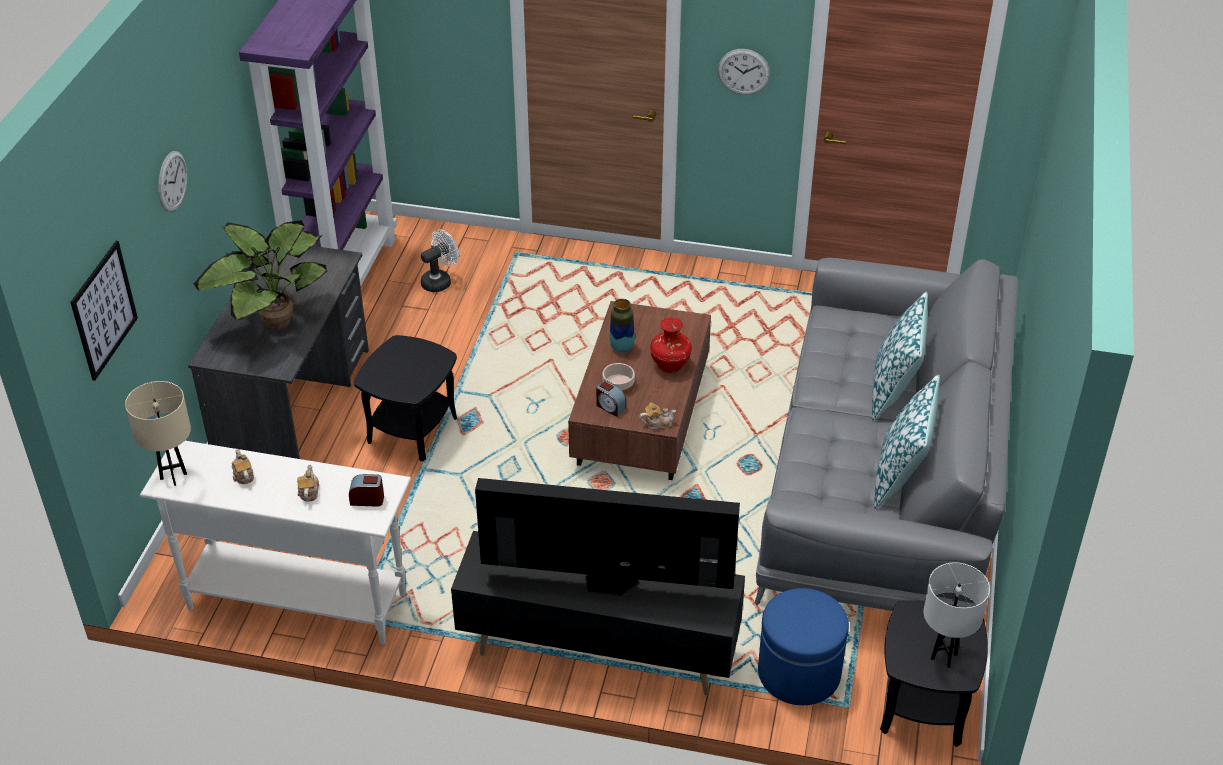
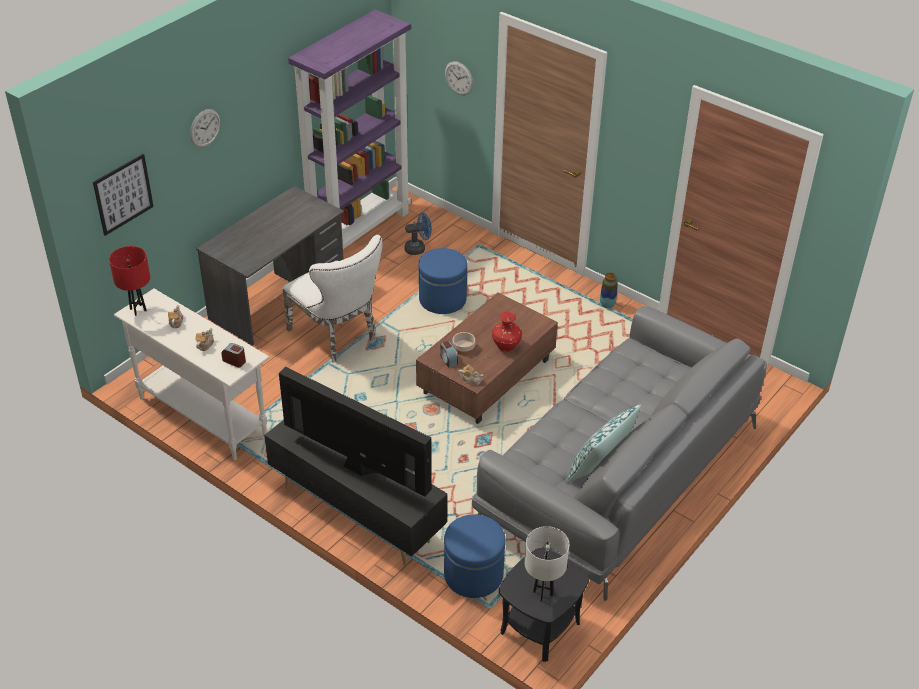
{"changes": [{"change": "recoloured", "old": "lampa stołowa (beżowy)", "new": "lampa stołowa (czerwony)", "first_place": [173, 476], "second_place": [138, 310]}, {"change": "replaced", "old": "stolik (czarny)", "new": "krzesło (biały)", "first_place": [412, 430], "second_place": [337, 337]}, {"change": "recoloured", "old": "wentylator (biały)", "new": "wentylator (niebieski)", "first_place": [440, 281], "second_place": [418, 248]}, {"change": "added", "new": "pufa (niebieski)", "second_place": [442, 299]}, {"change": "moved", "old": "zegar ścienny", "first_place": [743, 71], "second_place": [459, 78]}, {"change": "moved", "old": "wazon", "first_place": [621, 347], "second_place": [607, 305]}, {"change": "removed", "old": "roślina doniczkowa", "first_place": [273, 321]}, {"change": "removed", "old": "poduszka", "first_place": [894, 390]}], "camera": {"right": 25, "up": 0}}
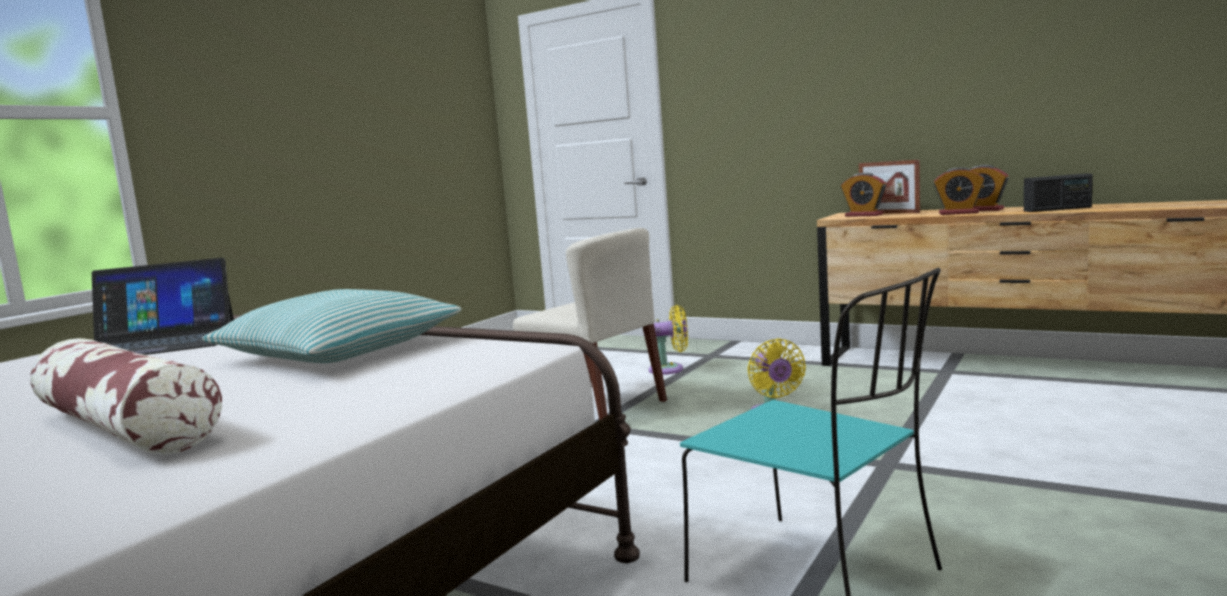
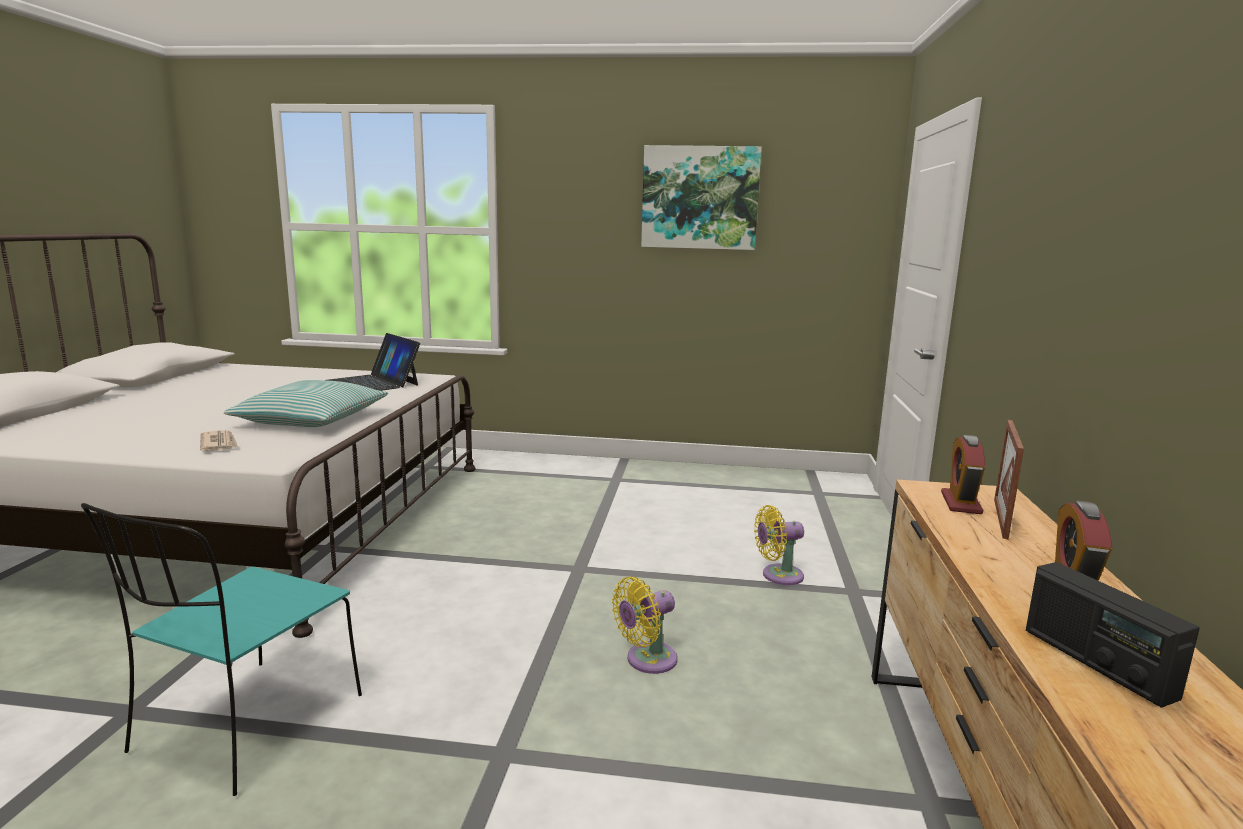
{"changes": [{"change": "added", "new": "gazeta", "second_place": [219, 444]}, {"change": "added", "new": "obraz", "second_place": [700, 198]}, {"change": "turned", "old": "wentylator (żółty)", "first_place": [670, 369], "second_place": [778, 575], "degrees": 105}, {"change": "removed", "old": "poduszka", "first_place": [126, 427]}, {"change": "removed", "old": "krzesło (beżowy)", "first_place": [597, 405]}, {"change": "removed", "old": "budzik", "first_place": [958, 213]}], "camera": {"right": 65, "up": 5}}
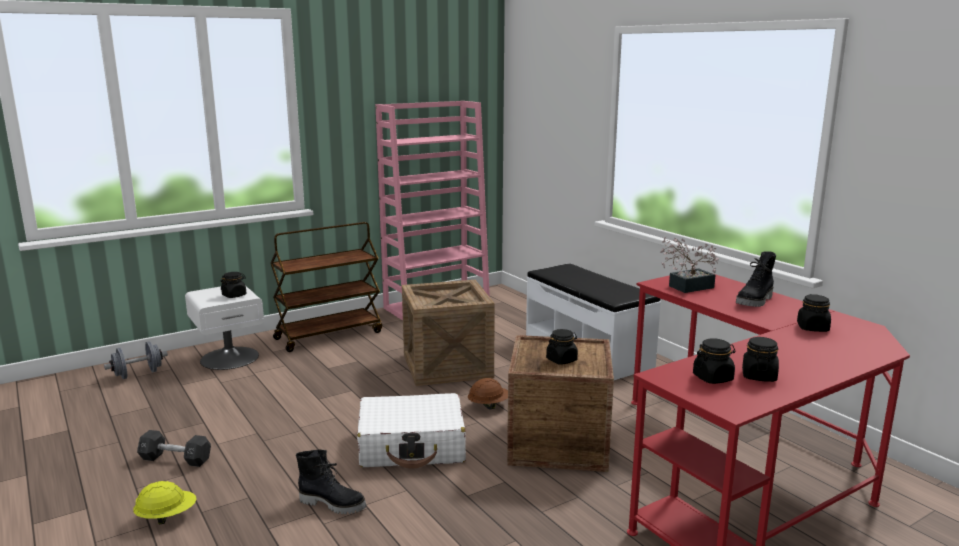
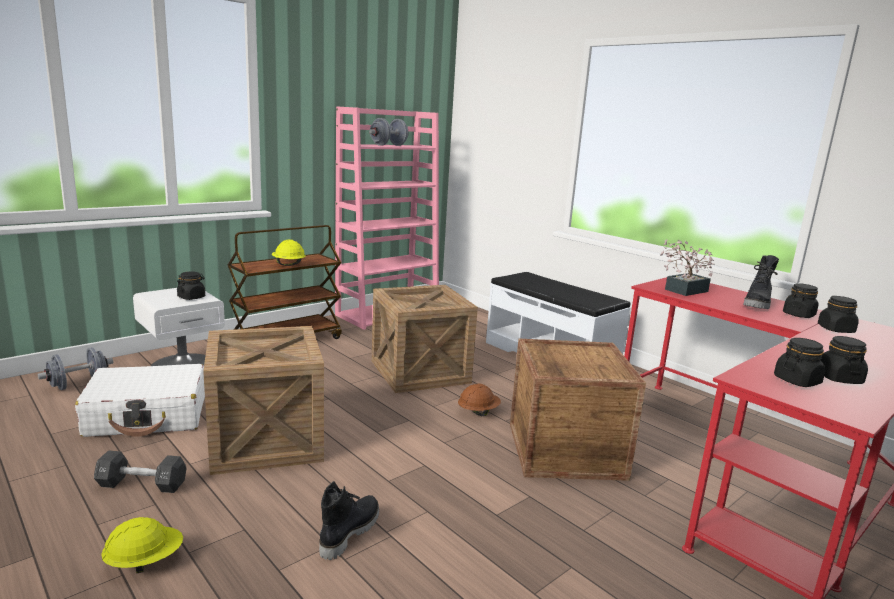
{"changes": [{"change": "moved", "old": "walizka (biały)", "first_place": [412, 446], "second_place": [148, 415]}, {"change": "added", "new": "skrzynka", "second_place": [266, 440]}, {"change": "added", "new": "kask (żółty)", "second_place": [288, 264]}, {"change": "turned", "old": "but z cholewką (czarny)", "first_place": [333, 504], "second_place": [349, 532], "degrees": -75}, {"change": "added", "new": "hantel (szary)", "second_place": [388, 145]}, {"change": "moved", "old": "słoik (czarny)", "first_place": [561, 360], "second_place": [798, 315]}], "camera": {"right": -10, "up": 0}}
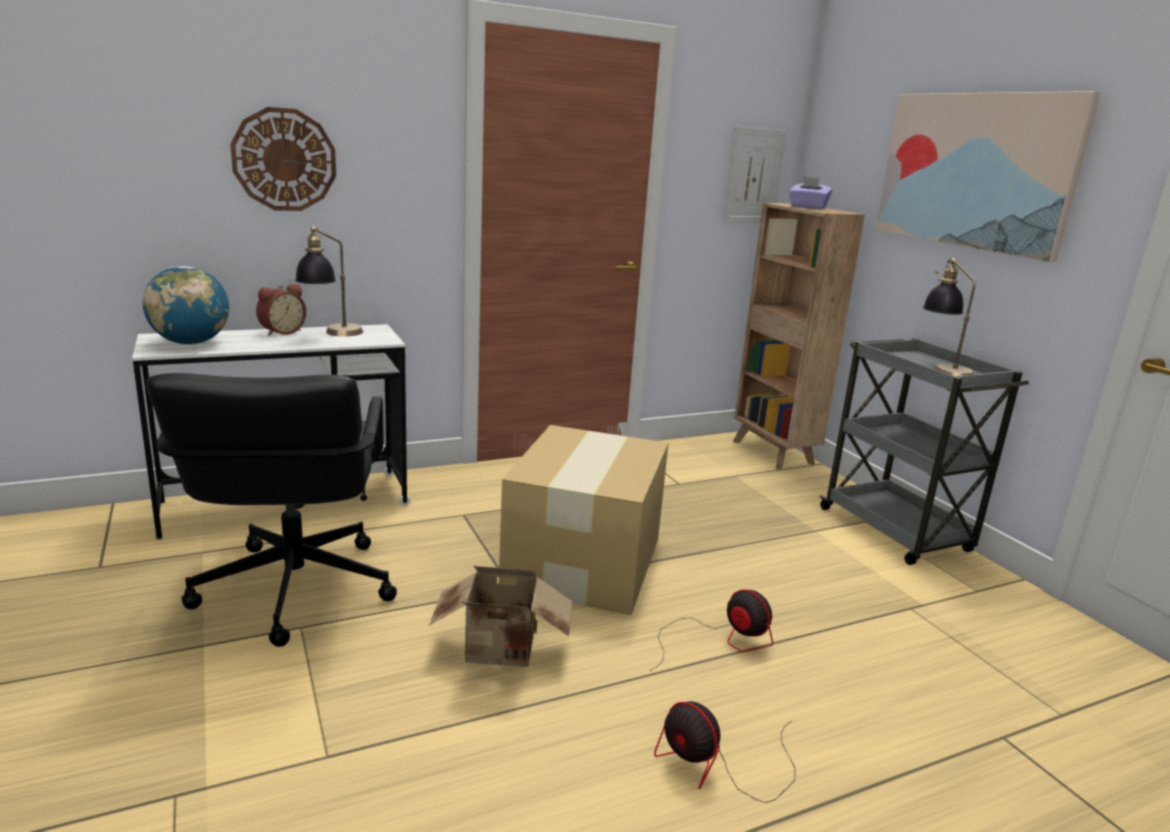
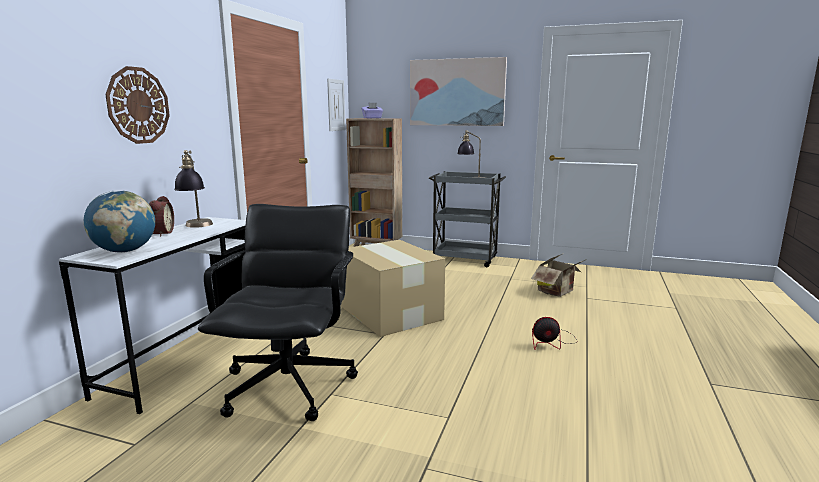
{"changes": [{"change": "turned", "old": "krzesło biurowe (czarny)", "first_place": [293, 589], "second_place": [290, 385], "degrees": -120}, {"change": "moved", "old": "karton", "first_place": [502, 652], "second_place": [558, 292]}, {"change": "removed", "old": "wentylator", "first_place": [719, 640]}], "camera": {"right": -45, "up": -5}}
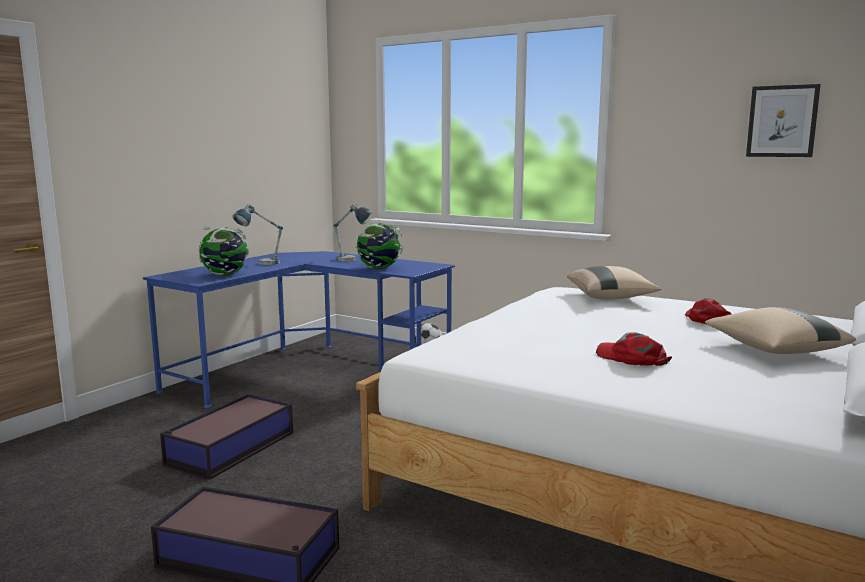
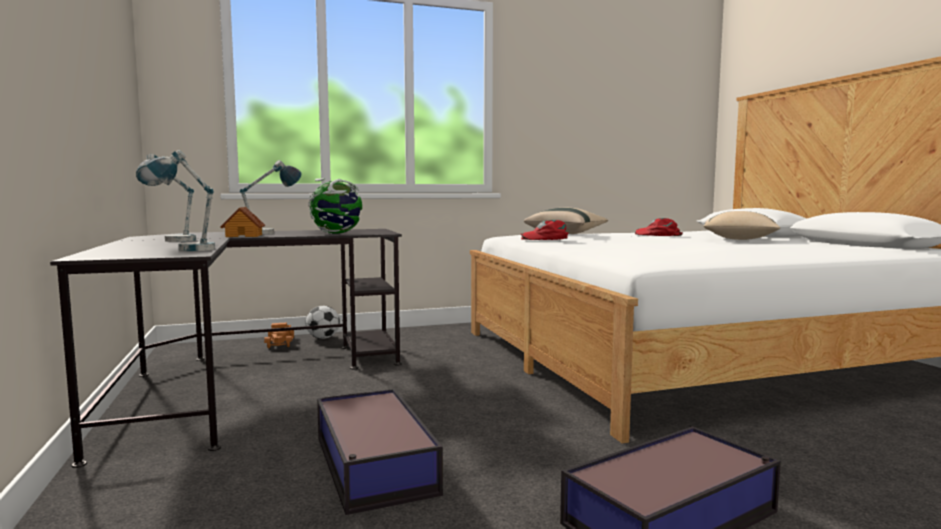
{"changes": [{"change": "recoloured", "old": "biurko (niebieski)", "new": "biurko (czarny)", "first_place": [309, 370], "second_place": [243, 381]}, {"change": "replaced", "old": "globus", "new": "lampa stołowa", "first_place": [225, 275], "second_place": [185, 249]}, {"change": "added", "new": "domek", "second_place": [244, 236]}, {"change": "added", "new": "ciężarówka zabawkowa", "second_place": [281, 342]}, {"change": "moved", "old": "czapka z daszkiem (czerwony)", "first_place": [631, 358], "second_place": [545, 238]}, {"change": "removed", "old": "obraz", "first_place": [782, 121]}], "camera": {"right": -50, "up": -5}}
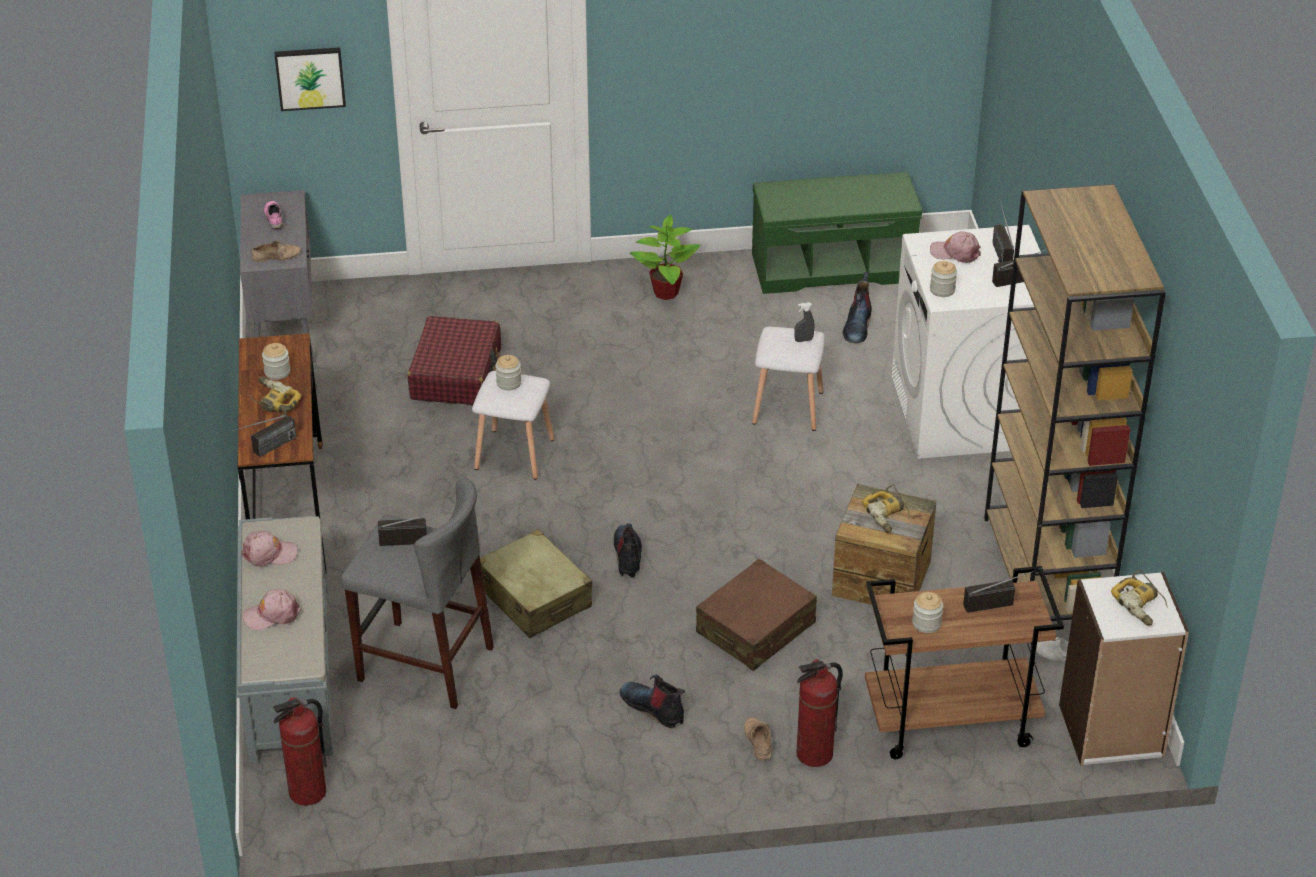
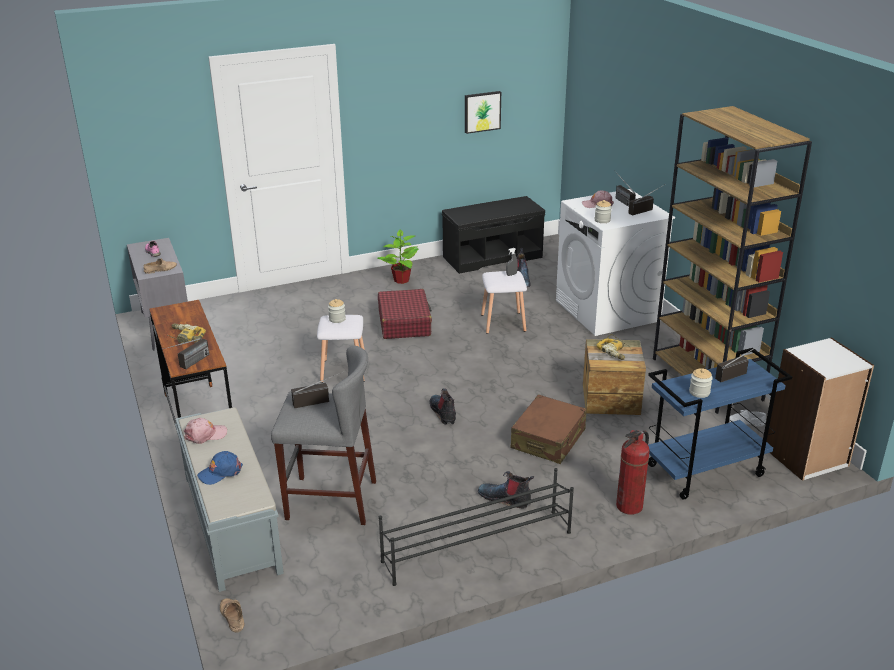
{"changes": [{"change": "recoloured", "old": "czapka z daszkiem (różowy)", "new": "czapka z daszkiem (niebieski)", "first_place": [272, 615], "second_place": [220, 472]}, {"change": "moved", "old": "but (beżowy)", "first_place": [757, 741], "second_place": [231, 617]}, {"change": "moved", "old": "walizka (czerwony)", "first_place": [456, 374], "second_place": [404, 323]}, {"change": "added", "new": "regał na buty (czarny)", "second_place": [476, 546]}, {"change": "recoloured", "old": "ławka (zielony)", "new": "ławka (czarny)", "first_place": [833, 266], "second_place": [493, 256]}, {"change": "moved", "old": "obraz", "first_place": [310, 77], "second_place": [482, 111]}, {"change": "recoloured", "old": "wózek (brązowy)", "new": "wózek (niebieski)", "first_place": [949, 723], "second_place": [704, 471]}, {"change": "removed", "old": "słoik", "first_place": [277, 372]}, {"change": "removed", "old": "gaśnica", "first_place": [307, 792]}, {"change": "removed", "old": "walizka (beżowy)", "first_place": [534, 597]}, {"change": "removed", "old": "wiertarka", "first_place": [1141, 604]}], "camera": {"right": -15, "up": -10}}
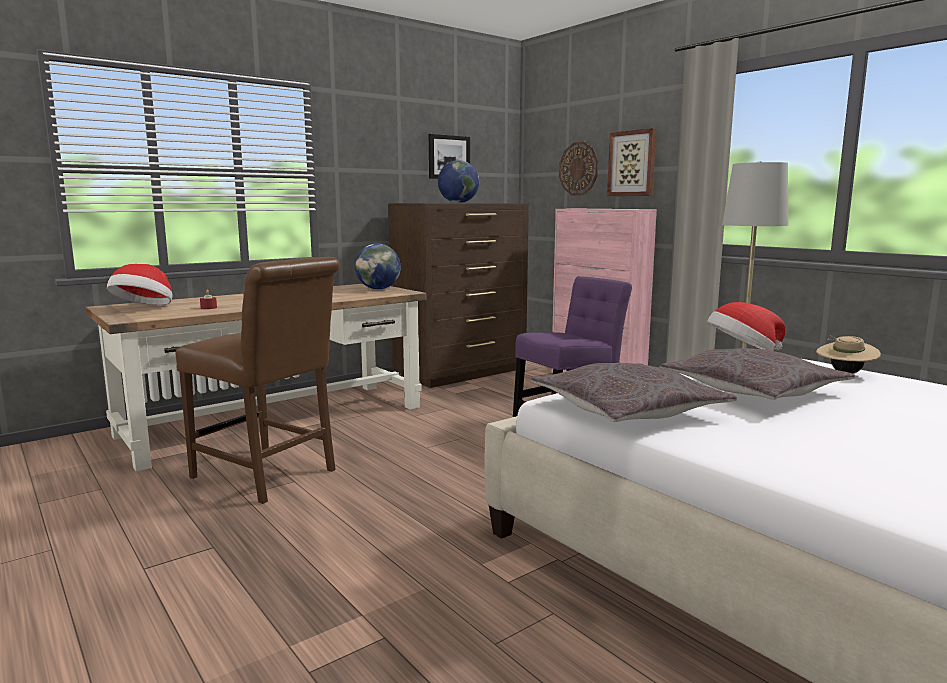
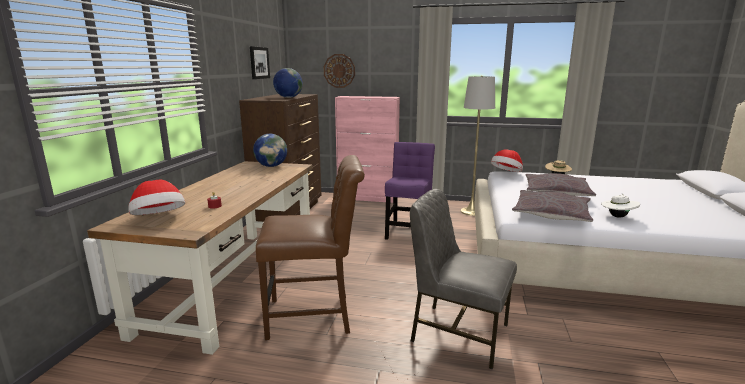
{"changes": [{"change": "added", "new": "krzesło (szary)", "second_place": [458, 333]}, {"change": "added", "new": "kapelusz (biały)", "second_place": [617, 216]}, {"change": "removed", "old": "obraz", "first_place": [632, 163]}], "camera": {"right": -40, "up": 5}}
